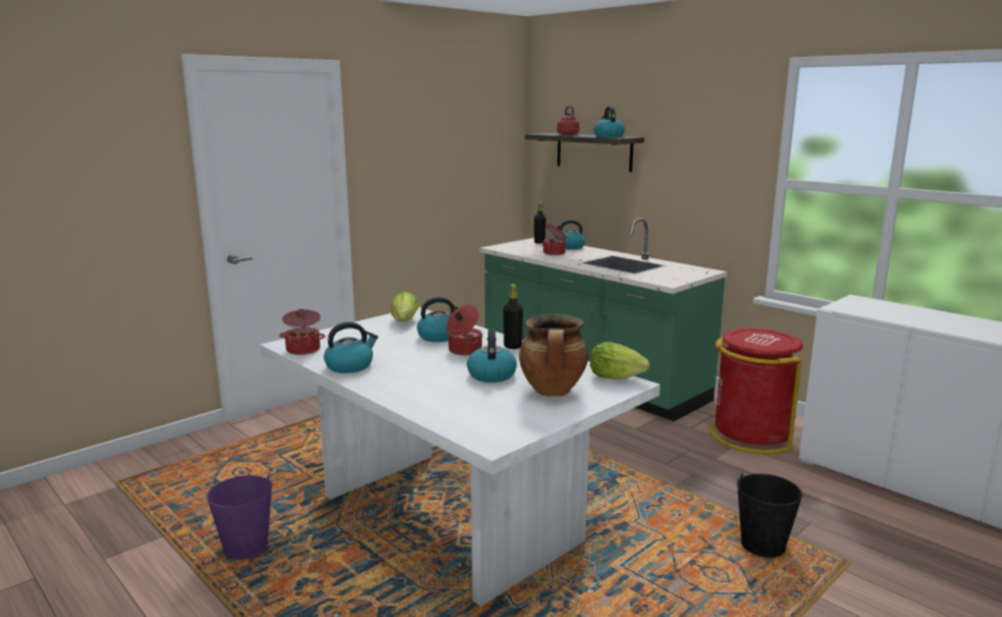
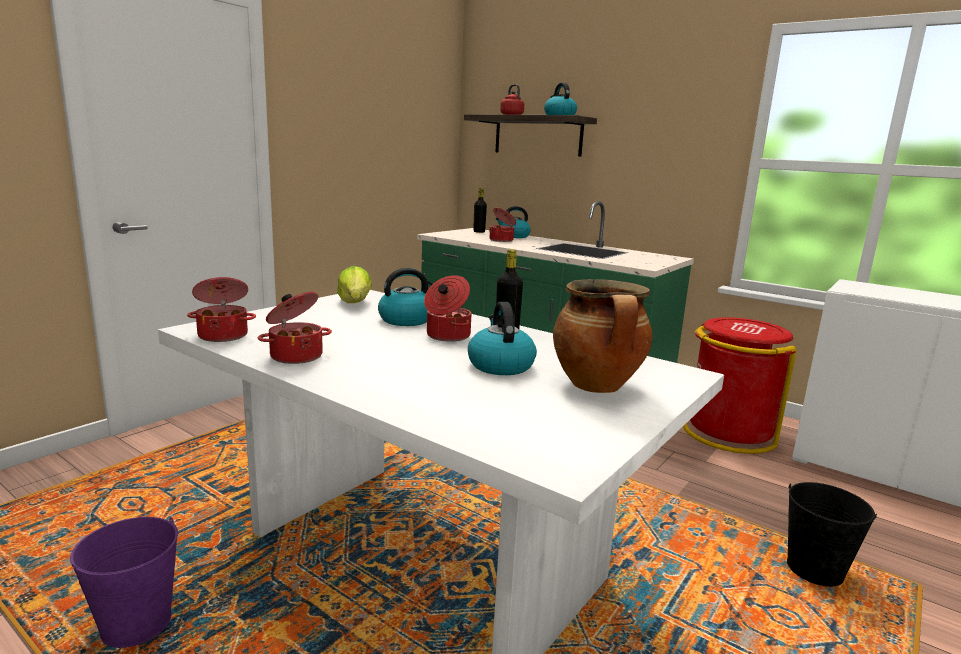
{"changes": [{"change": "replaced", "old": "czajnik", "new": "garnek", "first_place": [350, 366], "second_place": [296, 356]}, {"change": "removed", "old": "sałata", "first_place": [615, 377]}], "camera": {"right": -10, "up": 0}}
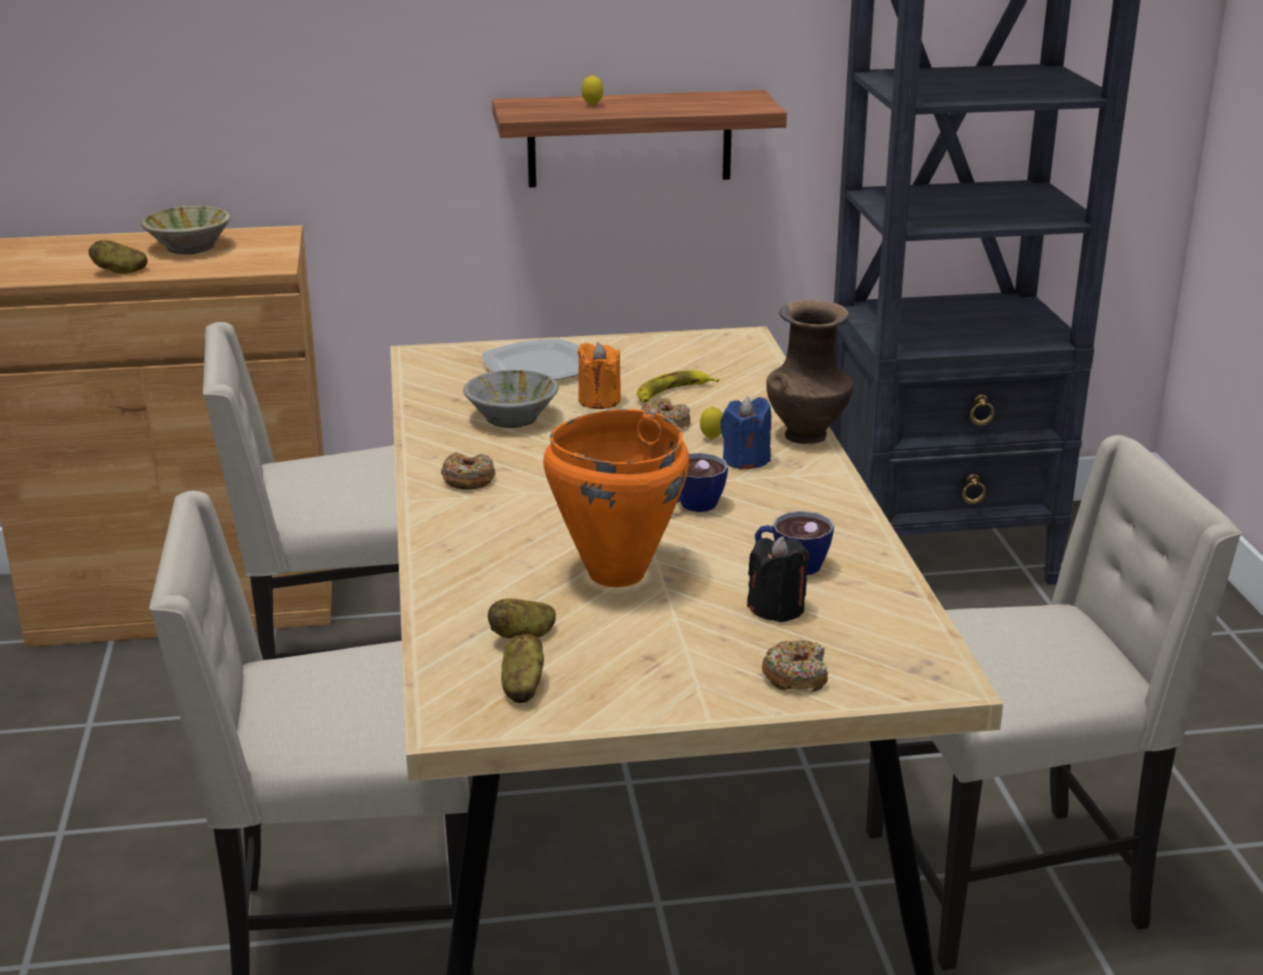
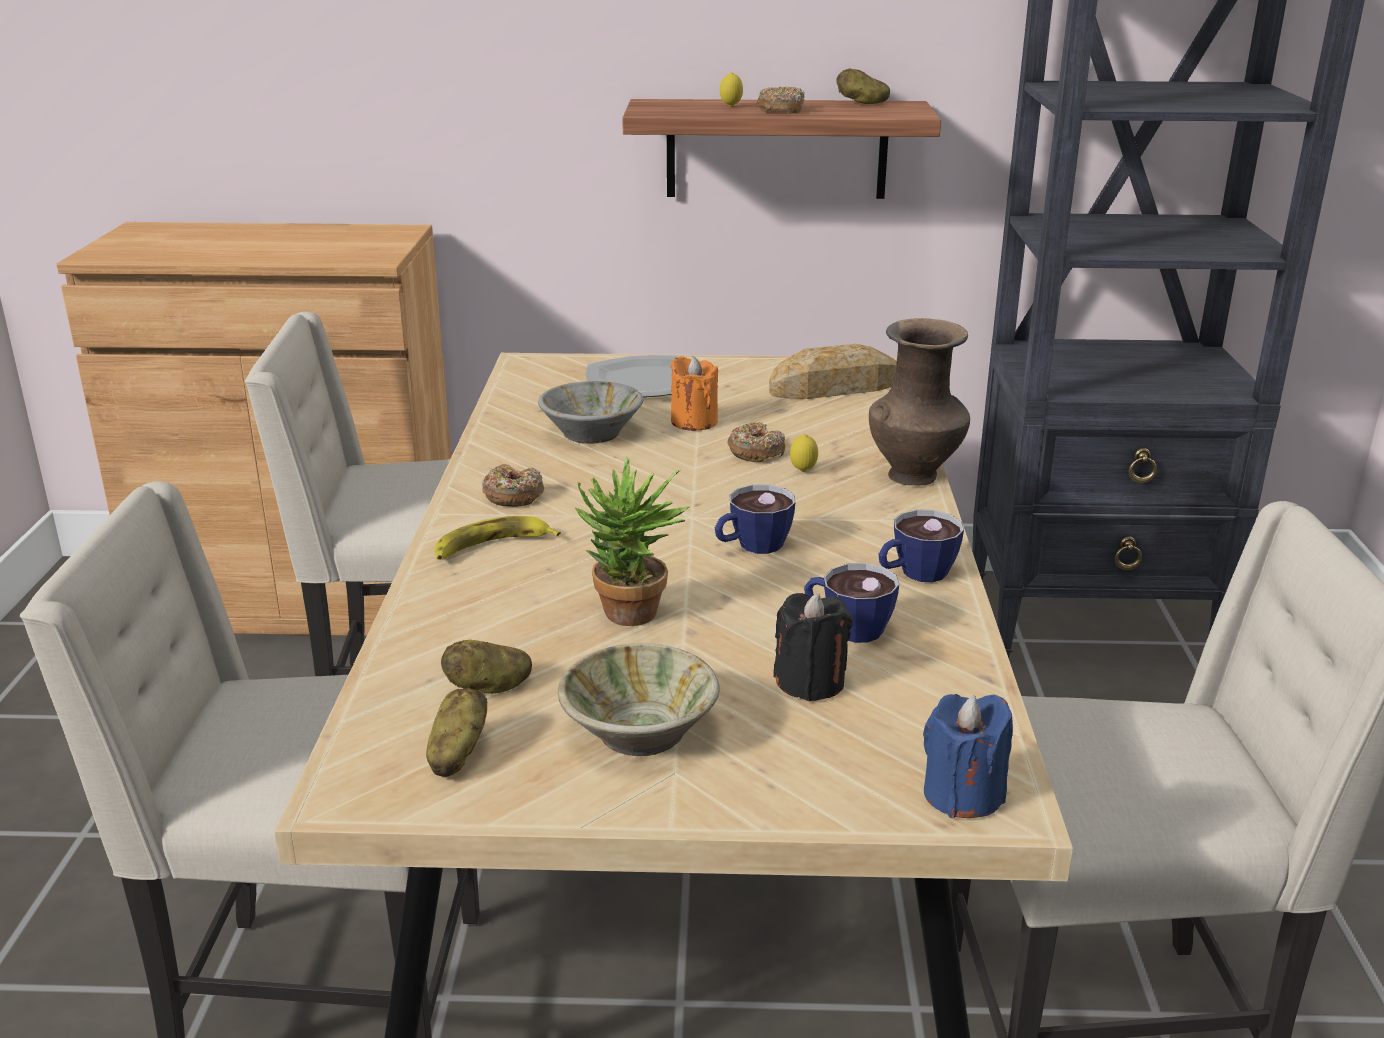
{"changes": [{"change": "moved", "old": "banan", "first_place": [672, 393], "second_place": [492, 547]}, {"change": "moved", "old": "miska (beżowy)", "first_place": [189, 247], "second_place": [638, 731]}, {"change": "replaced", "old": "garnek (pomarańczowy)", "new": "roślina doniczkowa", "first_place": [615, 573], "second_place": [630, 619]}, {"change": "moved", "old": "donut", "first_place": [796, 676], "second_place": [781, 110]}, {"change": "added", "new": "chleb", "second_place": [836, 387]}, {"change": "moved", "old": "ziemniak", "first_place": [120, 271], "second_place": [862, 103]}, {"change": "added", "new": "filiżanka", "second_place": [915, 574]}, {"change": "moved", "old": "świeca (niebieski)", "first_place": [745, 460], "second_place": [962, 795]}], "camera": {"right": 10, "up": 0}}
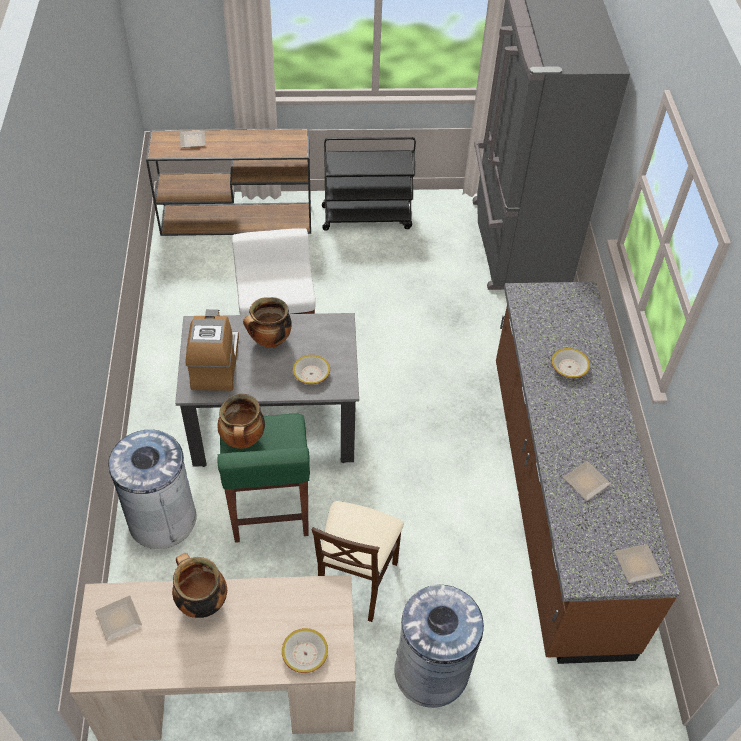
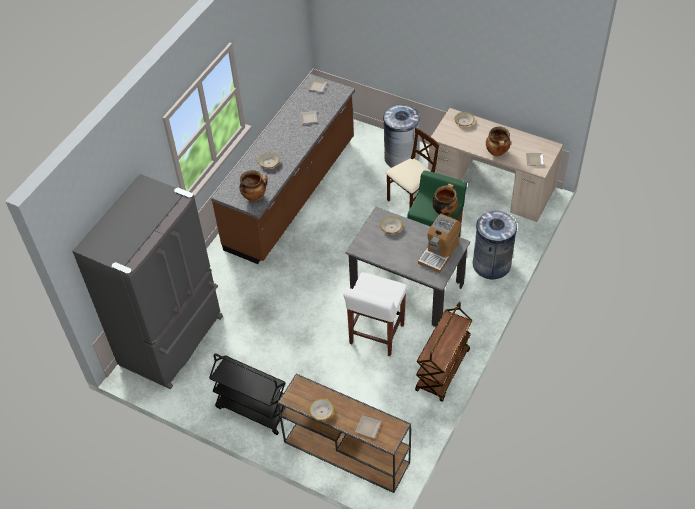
{"changes": [{"change": "moved", "old": "garnek", "first_place": [269, 341], "second_place": [255, 196]}, {"change": "added", "new": "miska", "second_place": [321, 412]}, {"change": "added", "new": "wózek (brązowy)", "second_place": [443, 371]}], "camera": {"right": -145, "up": 0}}
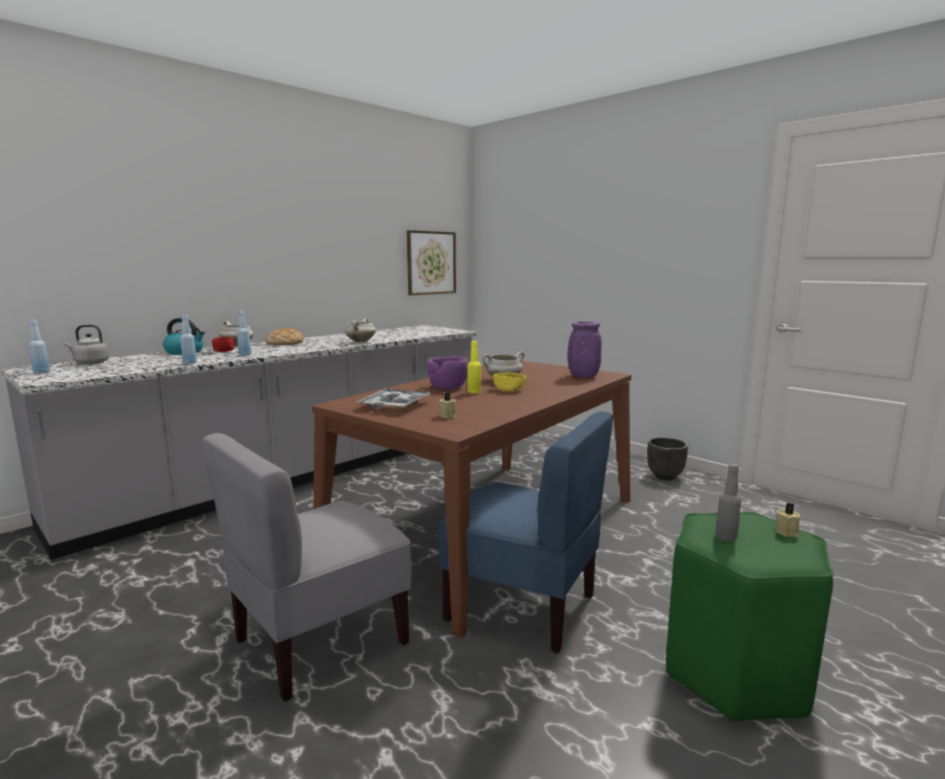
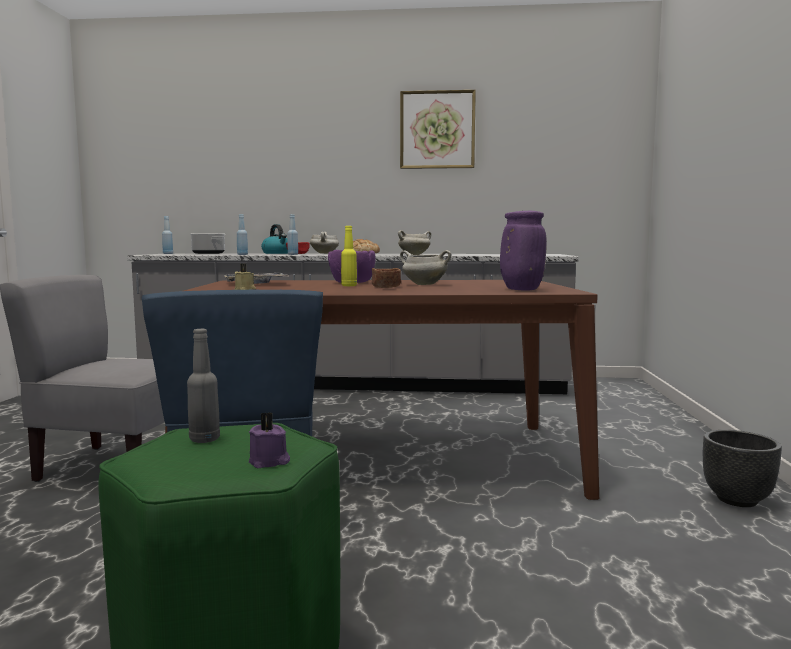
{"changes": [{"change": "replaced", "old": "czajnik (szary)", "new": "garnek", "first_place": [90, 363], "second_place": [208, 253]}, {"change": "recoloured", "old": "świeca (beżowy)", "new": "świeca (fioletowy)", "first_place": [787, 532], "second_place": [269, 462]}, {"change": "recoloured", "old": "miska (żółty)", "new": "miska (brązowy)", "first_place": [509, 390], "second_place": [385, 287]}, {"change": "moved", "old": "obraz", "first_place": [431, 263], "second_place": [437, 130]}], "camera": {"right": 50, "up": -5}}
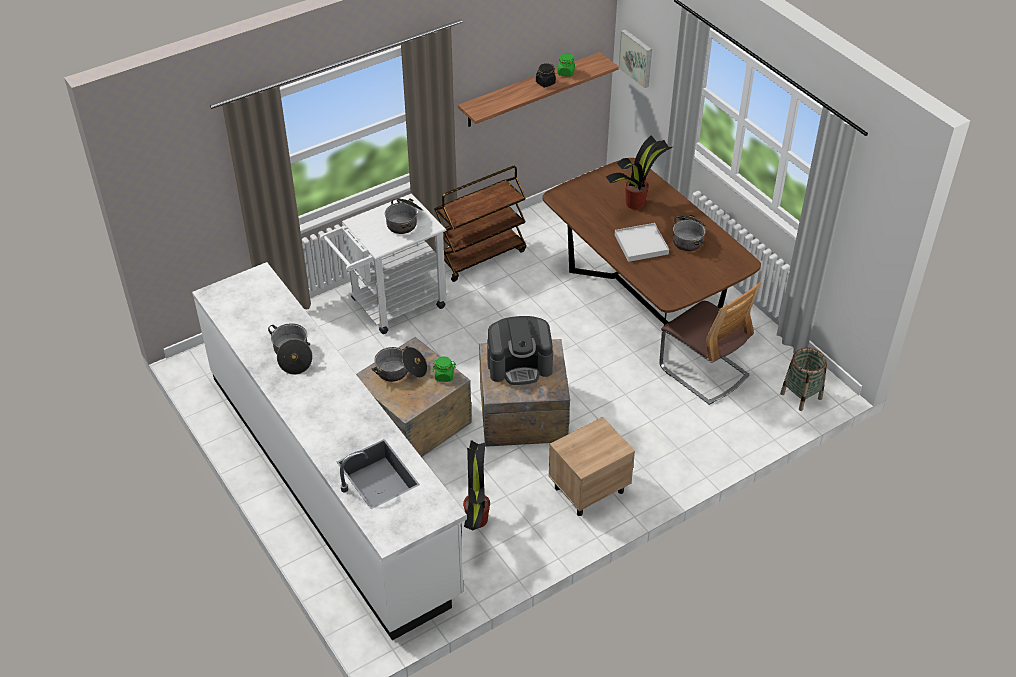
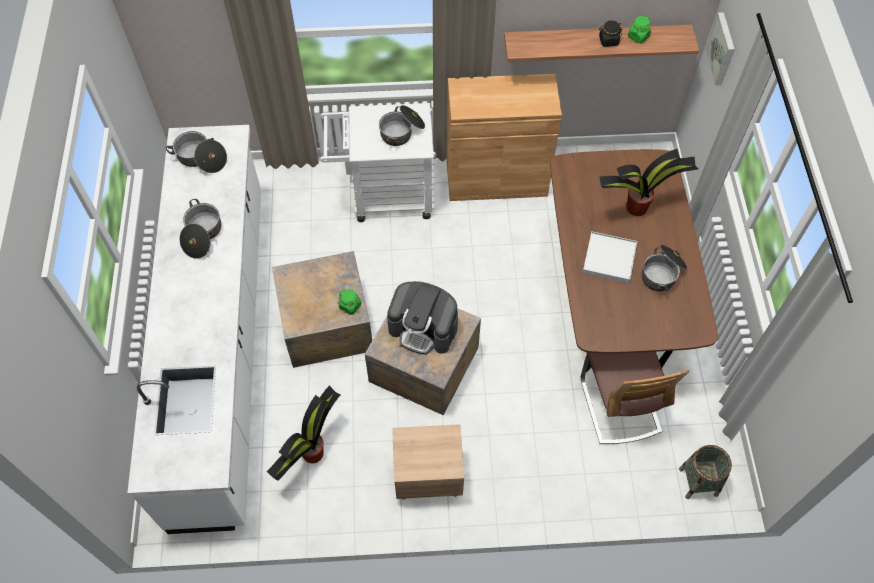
{"changes": [{"change": "moved", "old": "garnek", "first_place": [400, 371], "second_place": [201, 159]}, {"change": "replaced", "old": "wózek (brązowy)", "new": "szafka (brązowy)", "first_place": [480, 256], "second_place": [496, 179]}], "camera": {"right": 30, "up": 15}}
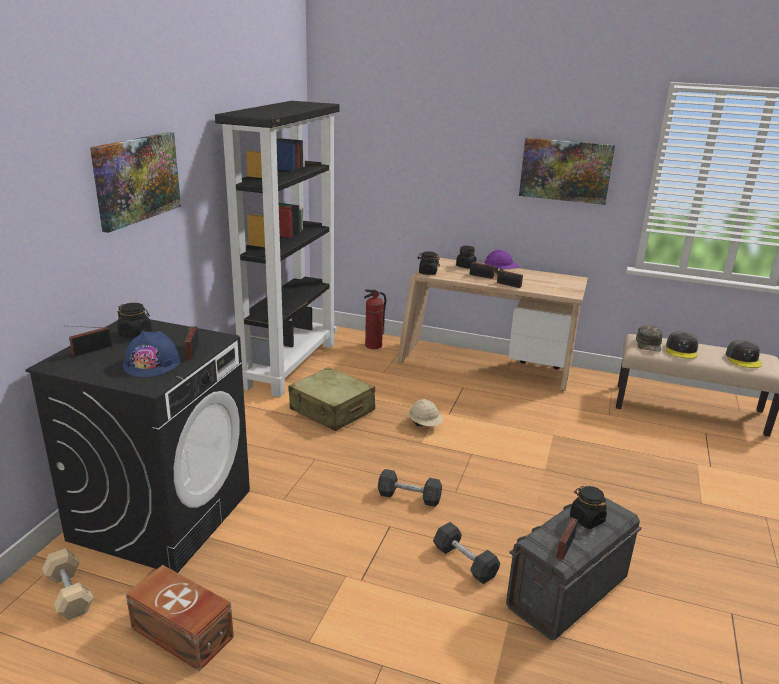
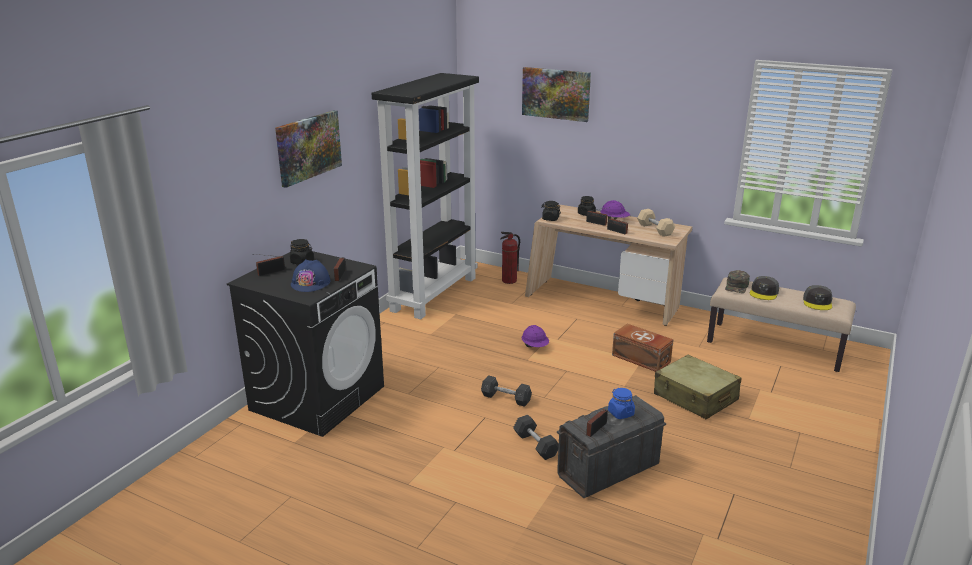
{"changes": [{"change": "moved", "old": "obraz", "first_place": [565, 170], "second_place": [556, 94]}, {"change": "recoloured", "old": "kask (beżowy)", "new": "kask (fioletowy)", "first_place": [425, 425], "second_place": [535, 346]}, {"change": "recoloured", "old": "słoik (czarny)", "new": "słoik (niebieski)", "first_place": [586, 519], "second_place": [620, 413]}, {"change": "moved", "old": "pojemnik do przechowywania (brązowy)", "first_place": [182, 634], "second_place": [641, 359]}, {"change": "moved", "old": "hantel (beżowy)", "first_place": [69, 593], "second_place": [655, 229]}, {"change": "moved", "old": "walizka (beżowy)", "first_place": [332, 410], "second_place": [695, 397]}], "camera": {"right": 10, "up": 0}}
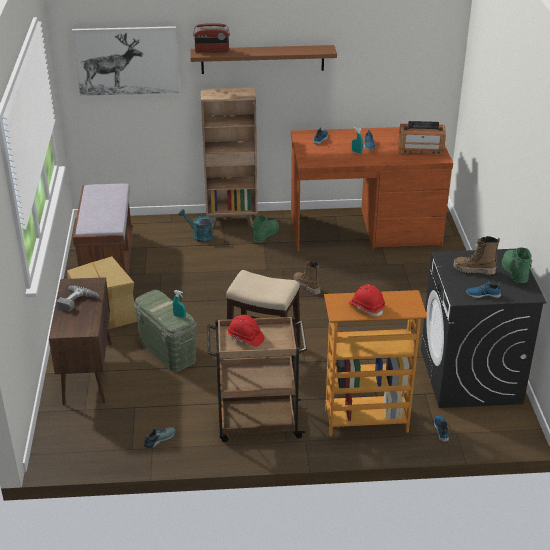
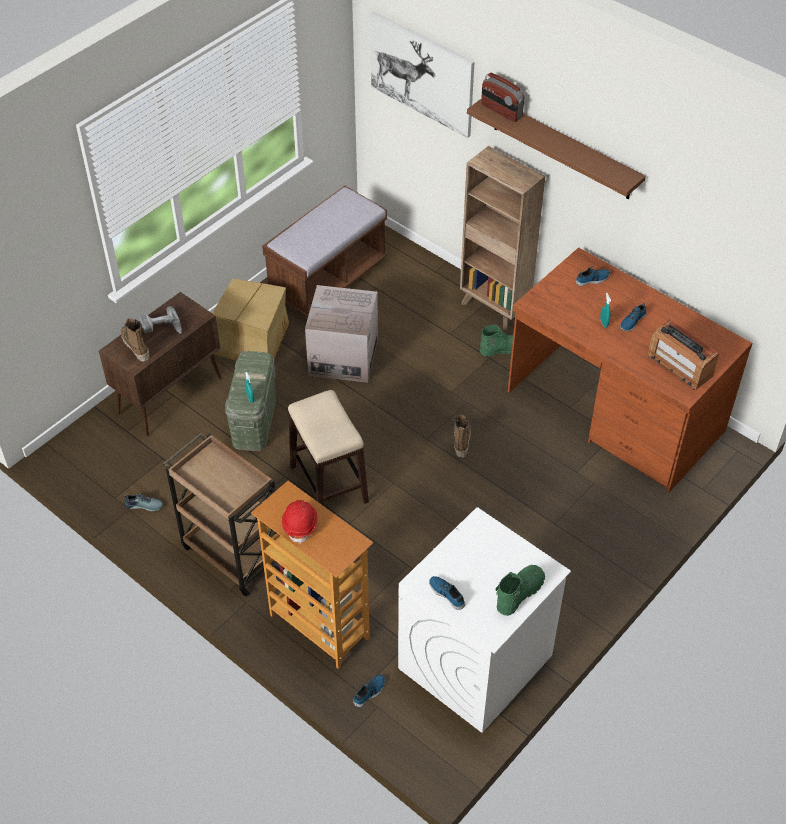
{"changes": [{"change": "moved", "old": "but z cholewką", "first_place": [474, 270], "second_place": [135, 347]}, {"change": "added", "new": "karton", "second_place": [343, 356]}, {"change": "recoloured", "old": "pralka (czarny)", "new": "pralka (biały)", "first_place": [470, 376], "second_place": [475, 662]}, {"change": "removed", "old": "konewka (turkusowy)", "first_place": [199, 236]}, {"change": "removed", "old": "kask (czerwony)", "first_place": [245, 338]}], "camera": {"right": 45, "up": 15}}
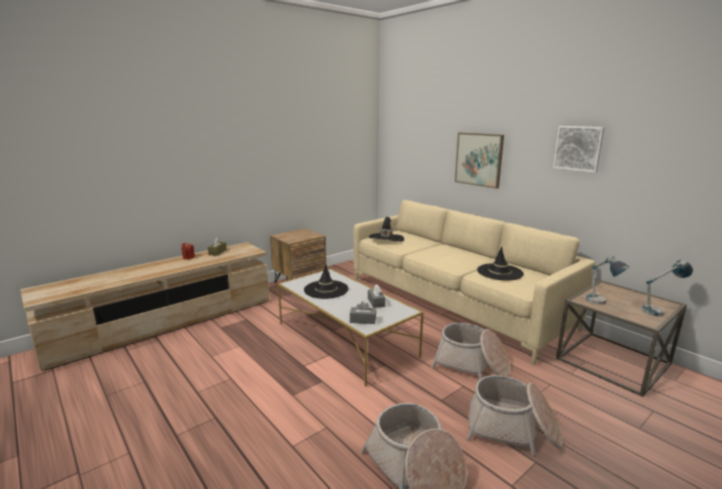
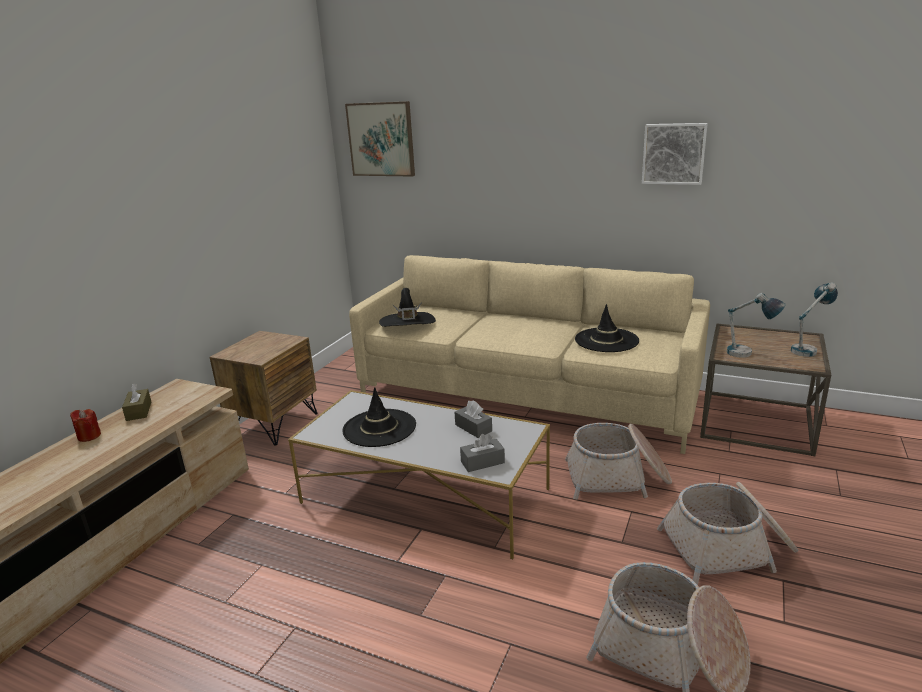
{"changes": [{"change": "moved", "old": "obraz", "first_place": [479, 159], "second_place": [381, 139]}], "camera": {"right": -25, "up": 5}}
